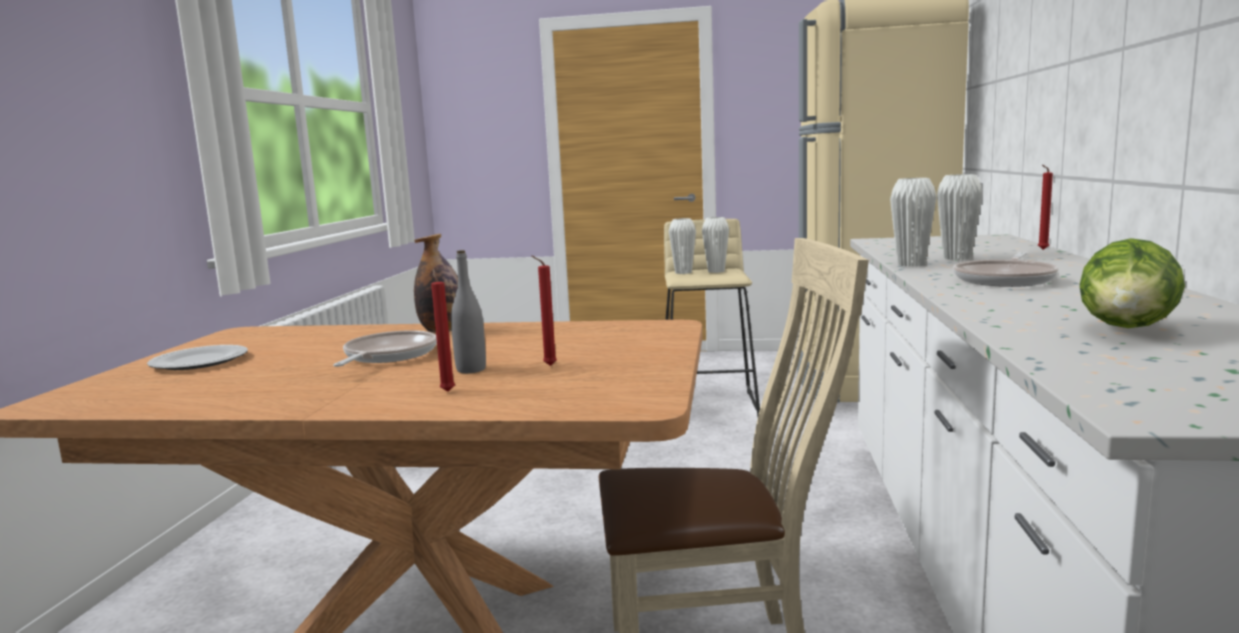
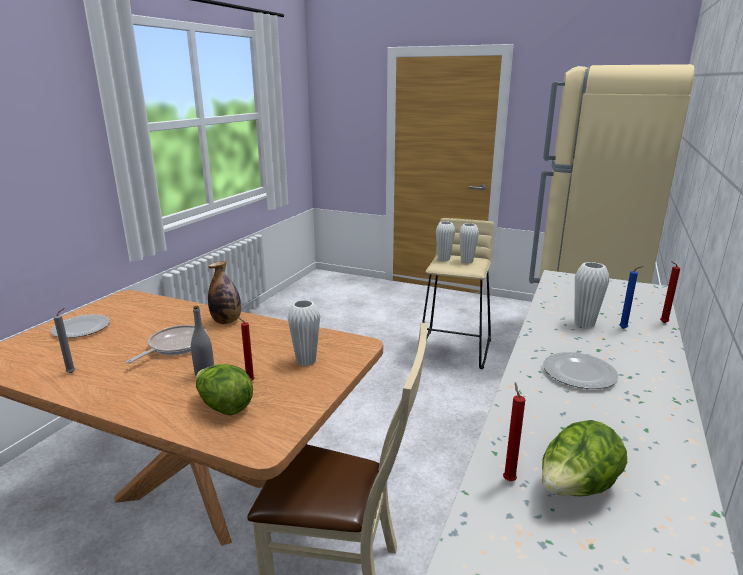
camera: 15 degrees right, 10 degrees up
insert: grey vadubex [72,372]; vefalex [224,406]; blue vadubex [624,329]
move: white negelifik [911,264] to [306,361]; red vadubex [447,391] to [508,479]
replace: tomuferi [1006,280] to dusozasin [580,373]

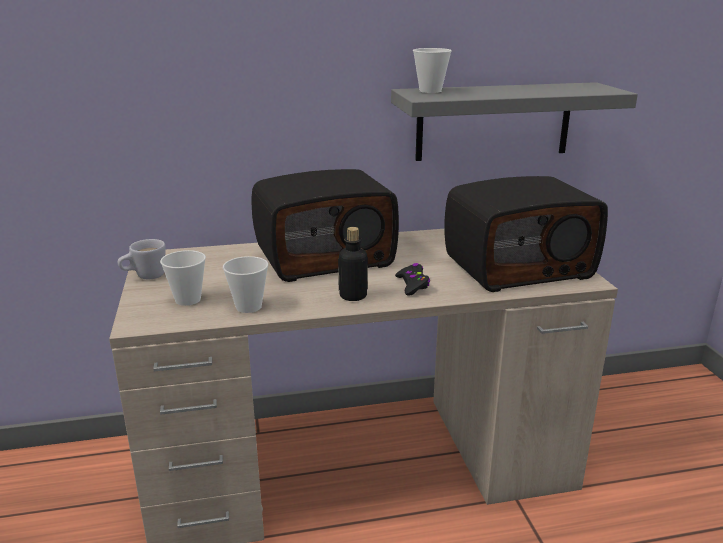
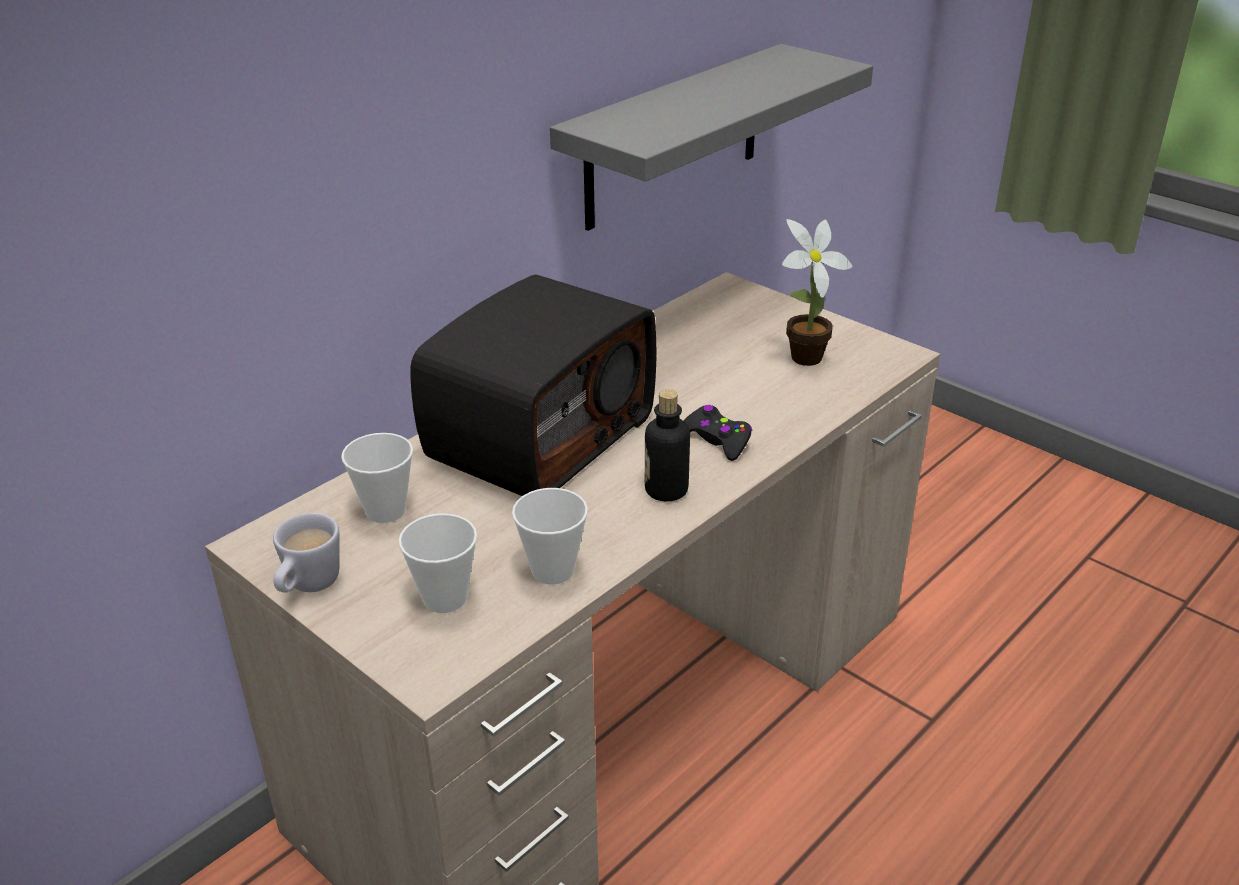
camera: 35 degrees left, 10 degrees up
move: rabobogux [430,91] to [385,511]
replace: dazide [517,267] to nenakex [801,359]

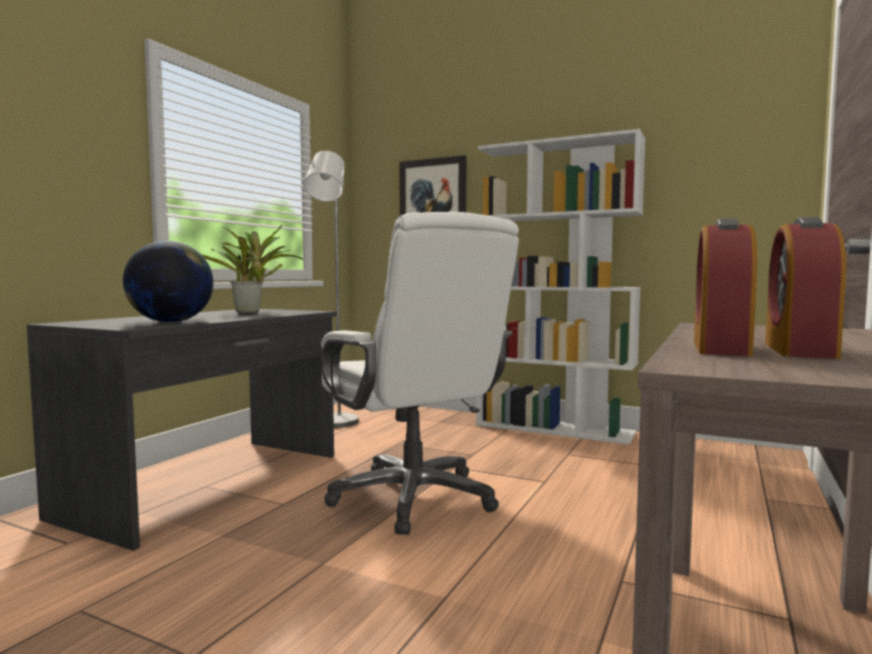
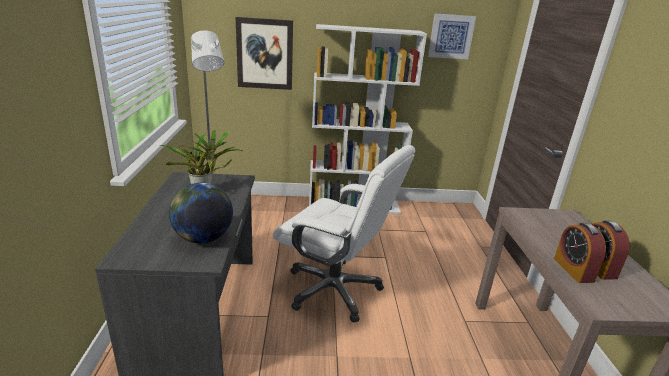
camera: 30 degrees left, 20 degrees up
insert: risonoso [451,36]

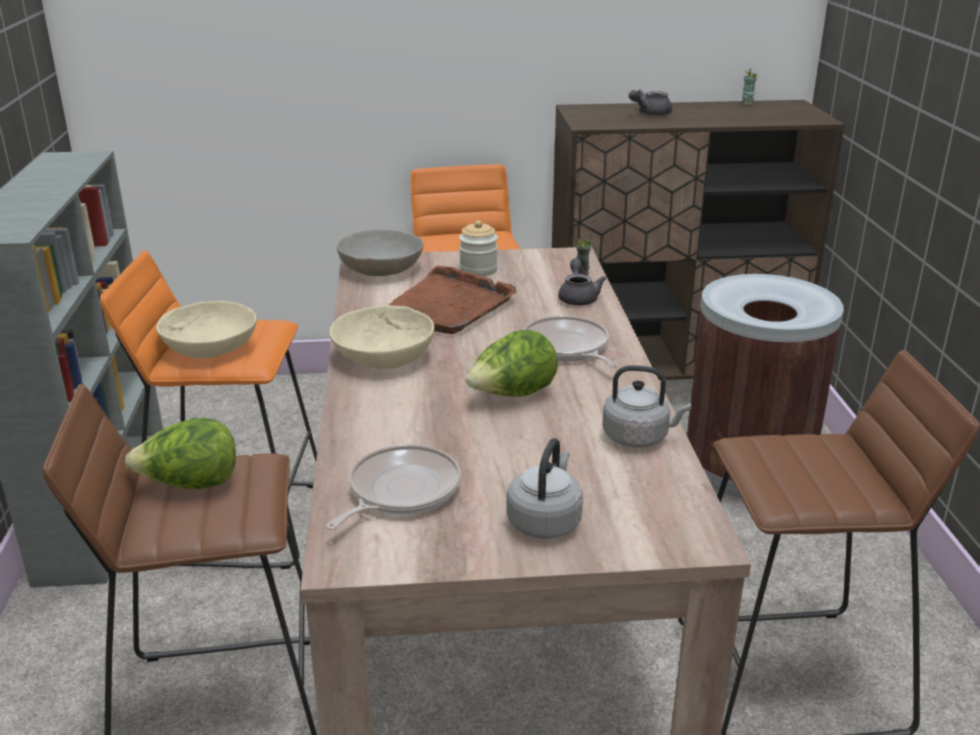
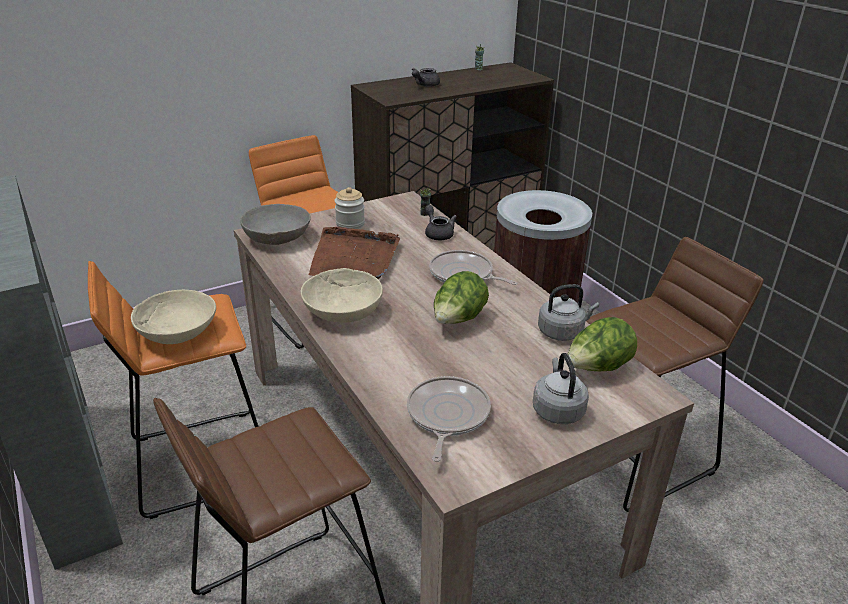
camera: 25 degrees left, 5 degrees up
move: vefalex [190,485] to [597,368]

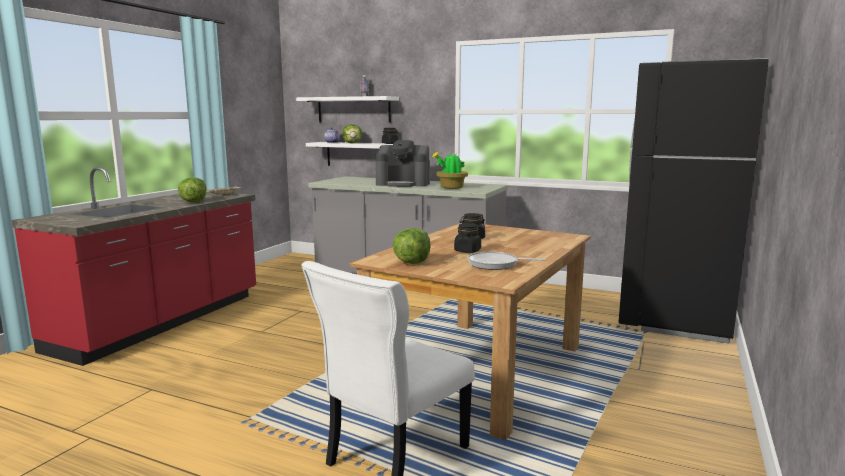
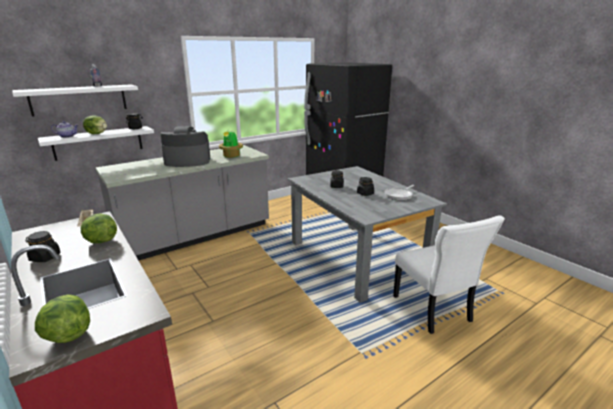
camera: 60 degrees left, 10 degrees up
insert: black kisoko [45,257]
move: vefalex [412,262] to [68,335]
recolor: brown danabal [480,370] to grey danabal [357,258]
rotate: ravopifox [403,184] = [187,161] 135 degrees counterclockwise

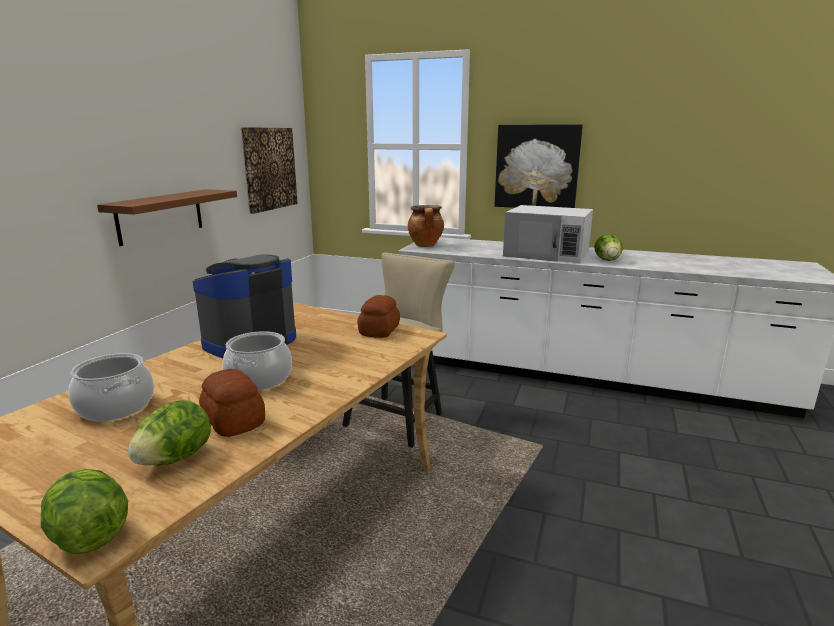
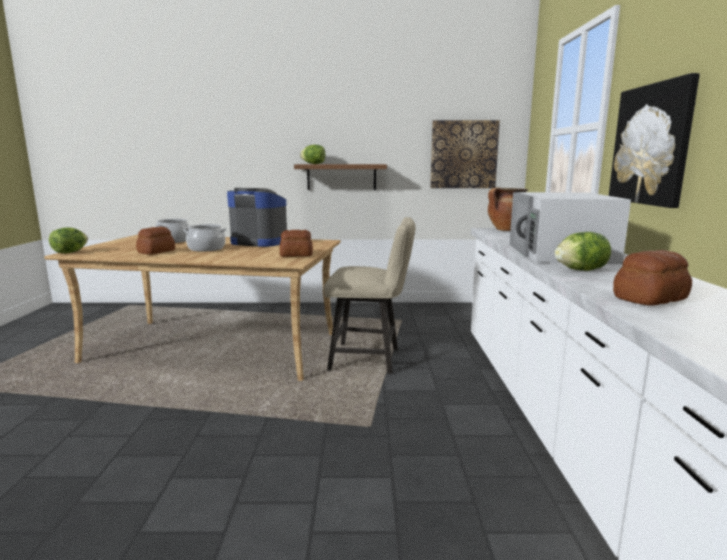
camera: 70 degrees right, 5 degrees down
insert: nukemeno [648,299]
move: vefalex [175,458] to [313,164]

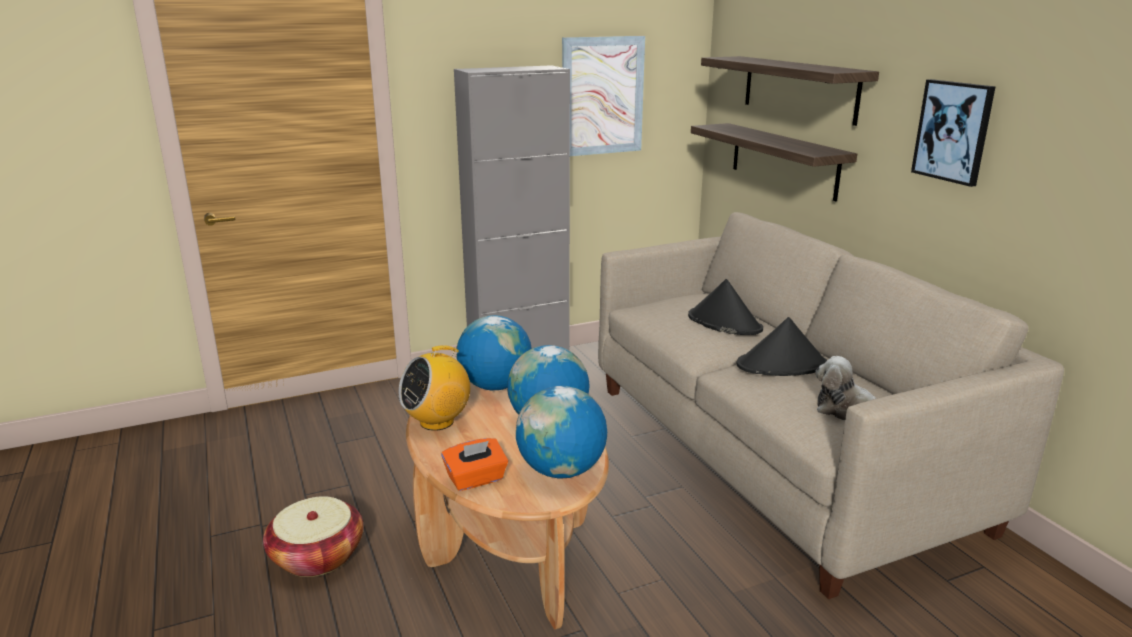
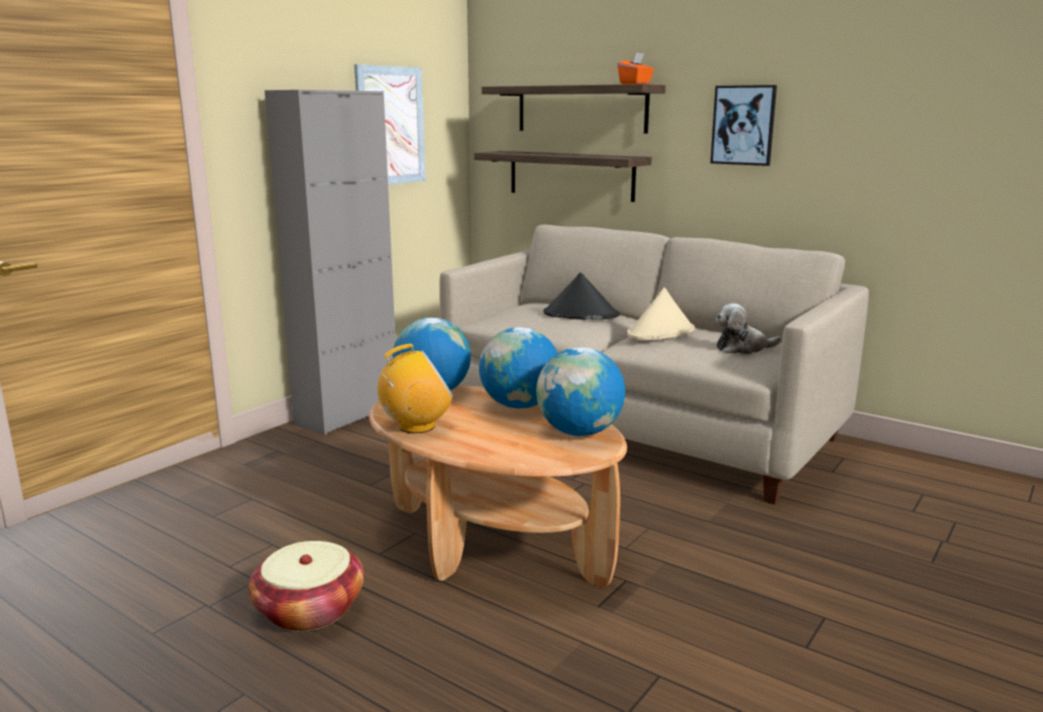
camera: 30 degrees left, 5 degrees down
move: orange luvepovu [476,479] to [635,84]
recolor: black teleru [782,365] to beige teleru [661,332]
rotate: dazide [437,421] = [416,426] 135 degrees counterclockwise

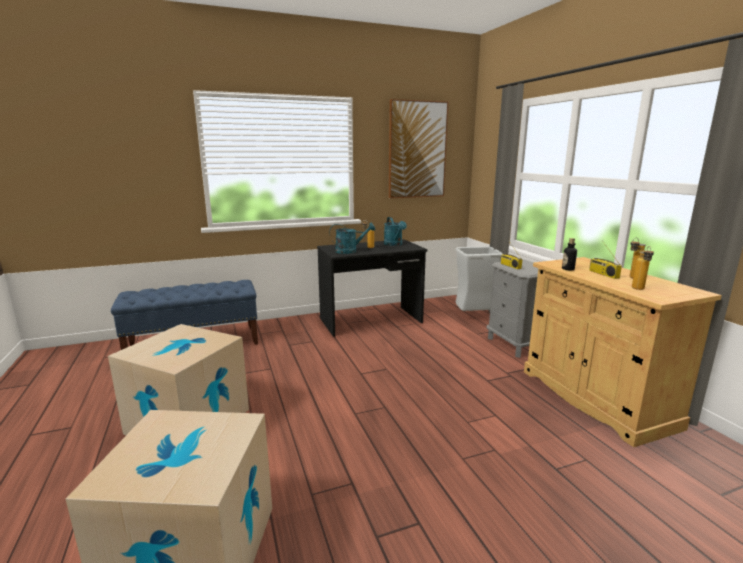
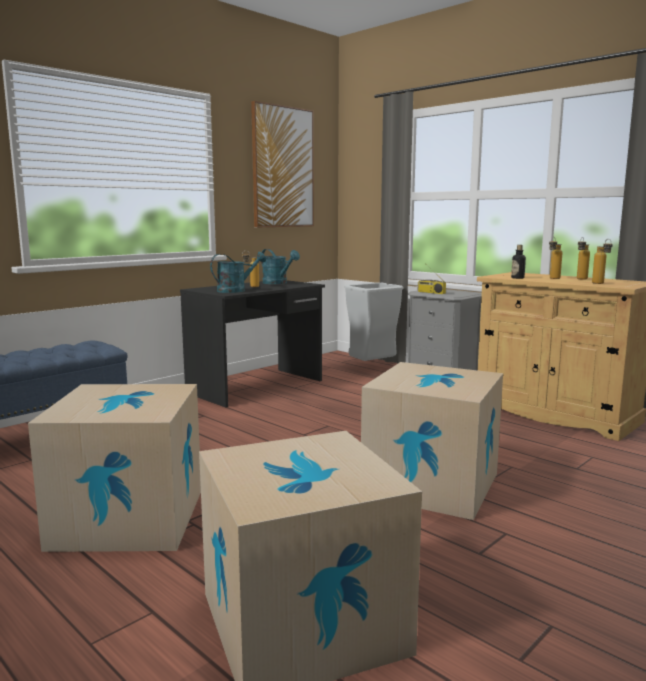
camera: 25 degrees left, 5 degrees down
insert: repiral [431,484]
replace: dazide [603,274] to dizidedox [552,278]

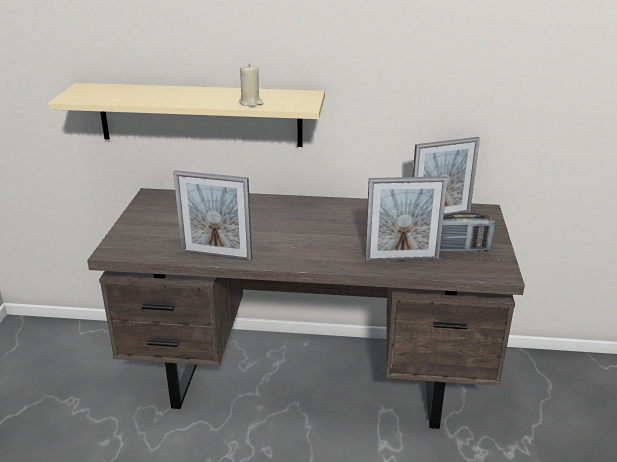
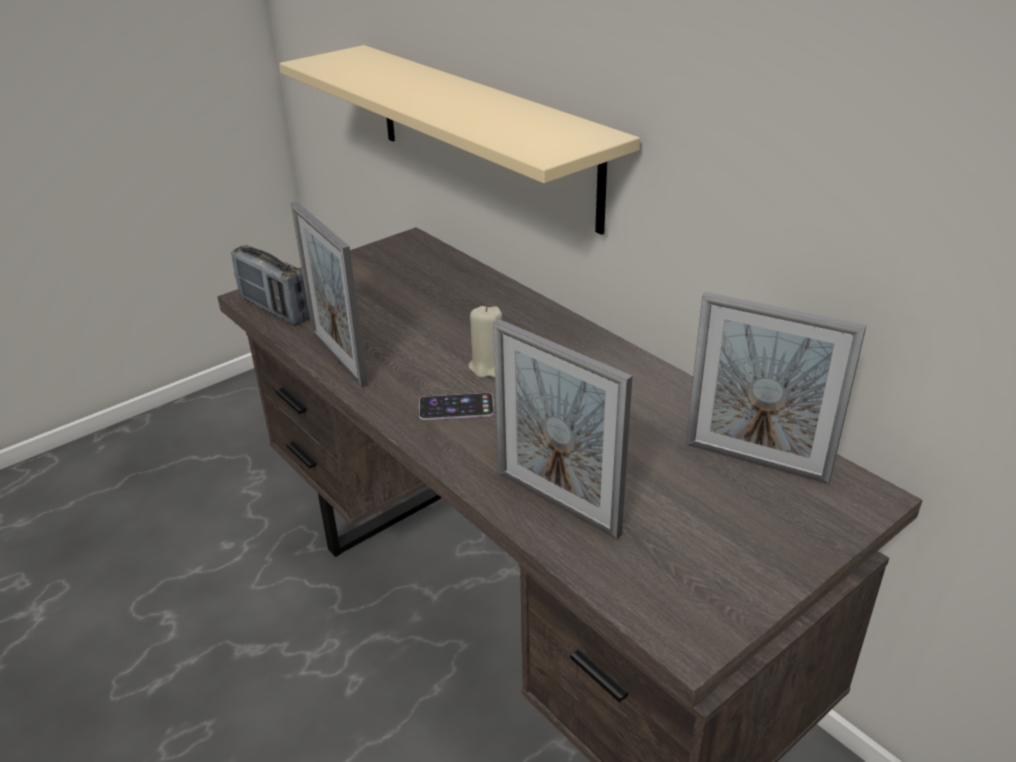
camera: 45 degrees right, 5 degrees up
insert: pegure [456,407]
move: dazide [459,249] to [275,309]; beige vadubex [251,103] to [489,367]

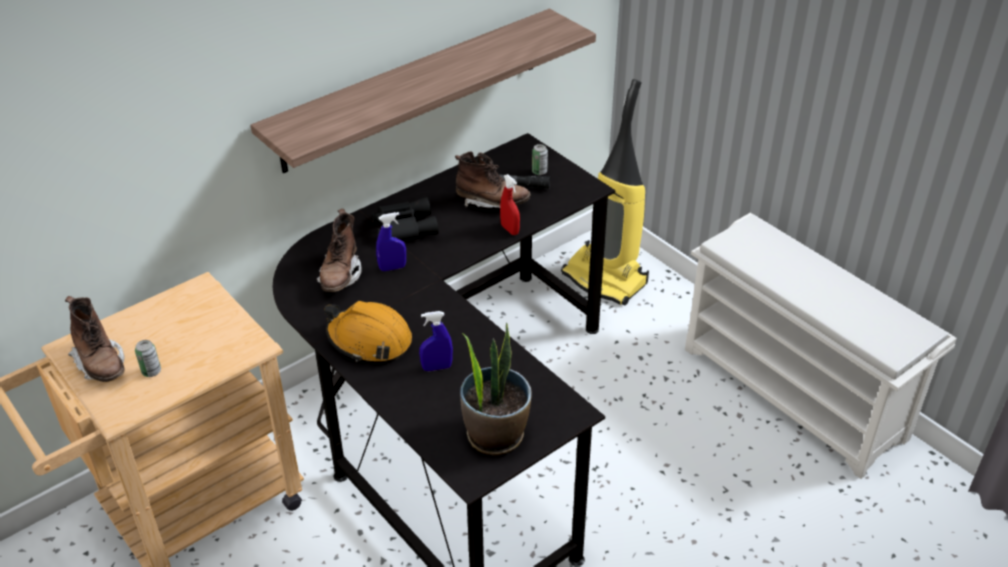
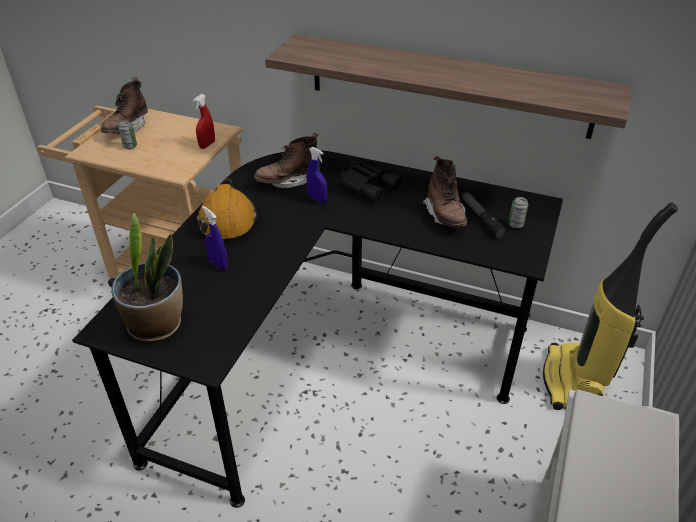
camera: 60 degrees right, 0 degrees up
move: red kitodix [510,229] to [207,145]

